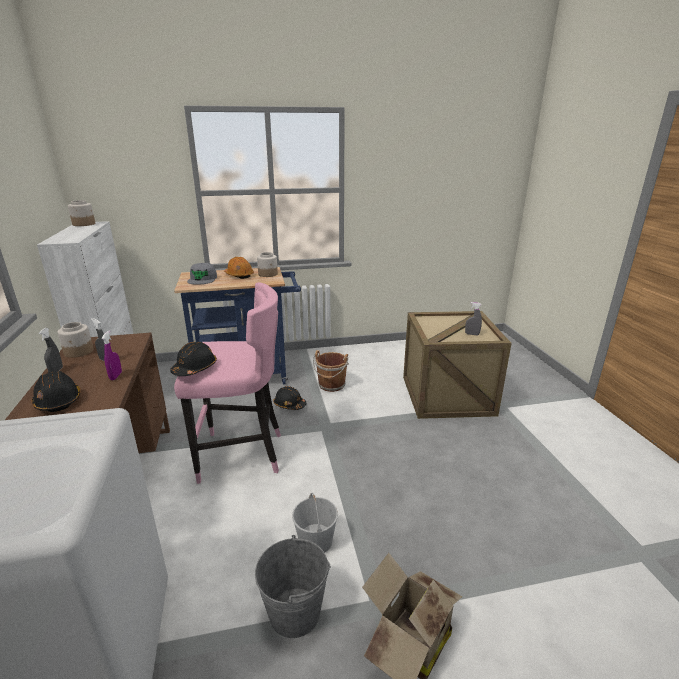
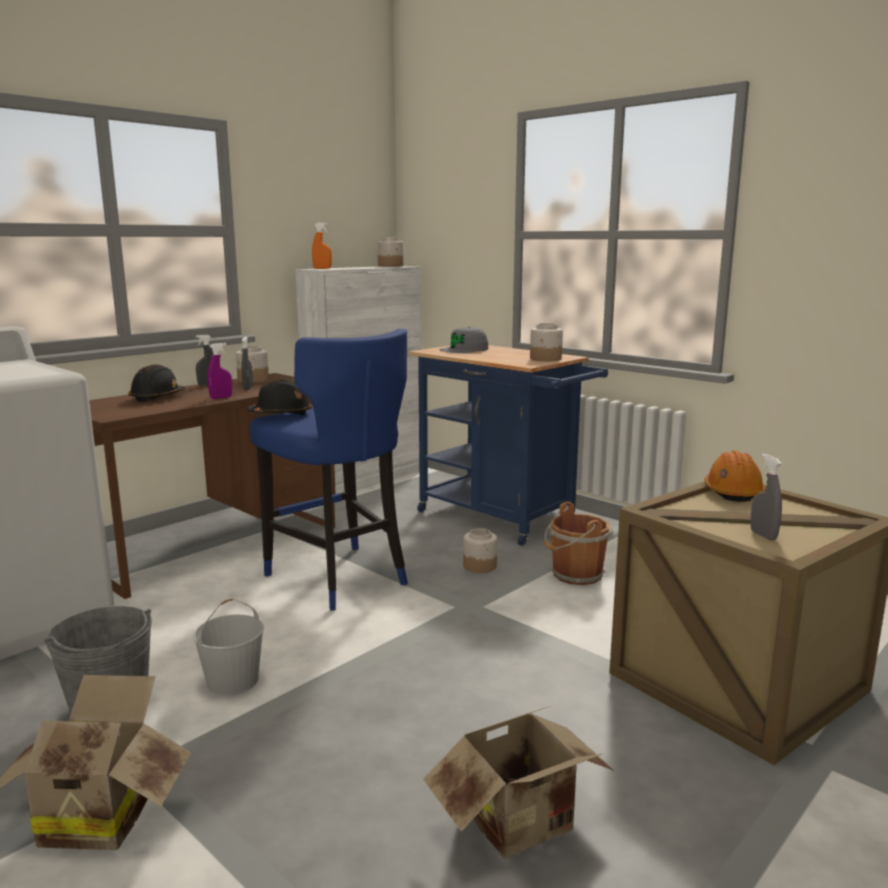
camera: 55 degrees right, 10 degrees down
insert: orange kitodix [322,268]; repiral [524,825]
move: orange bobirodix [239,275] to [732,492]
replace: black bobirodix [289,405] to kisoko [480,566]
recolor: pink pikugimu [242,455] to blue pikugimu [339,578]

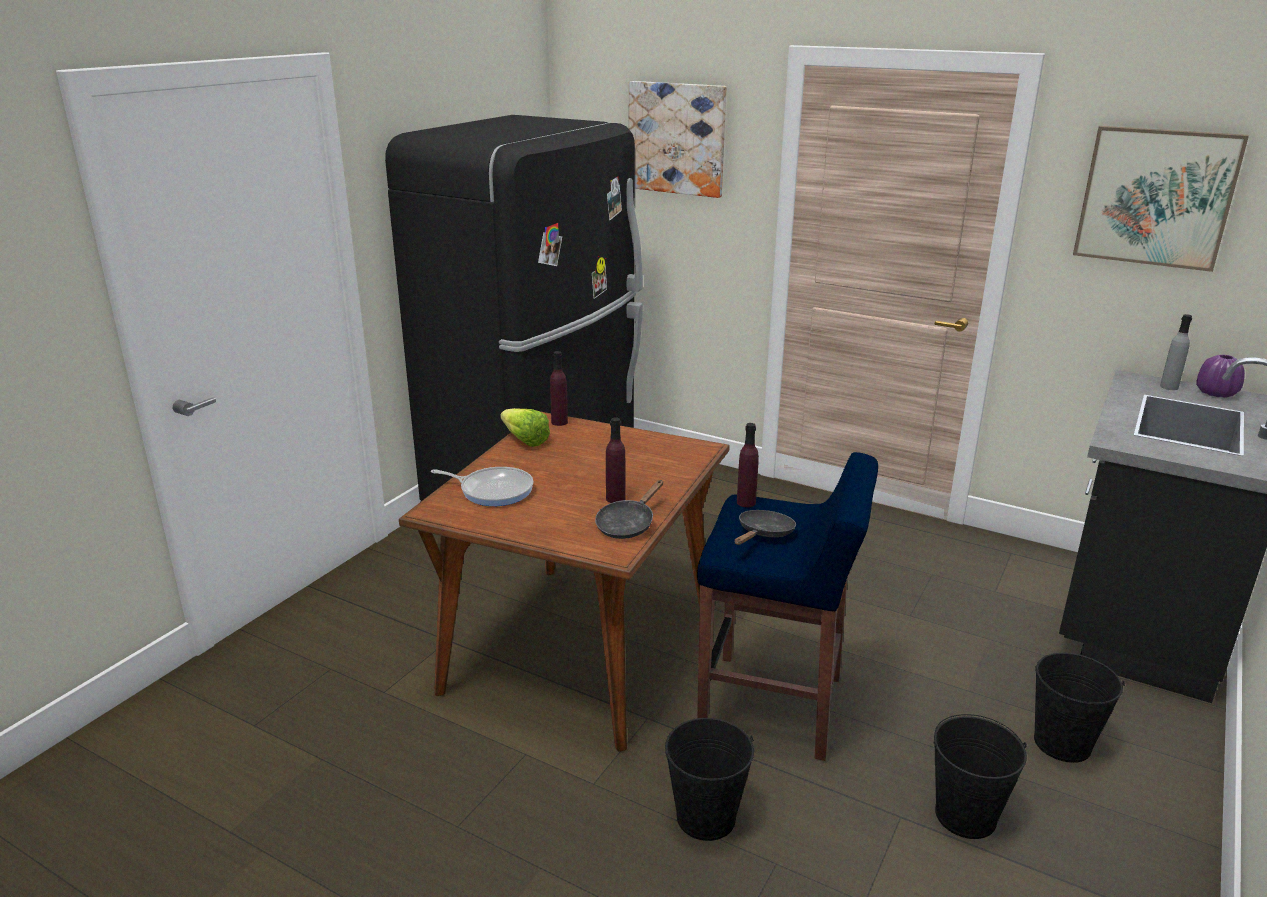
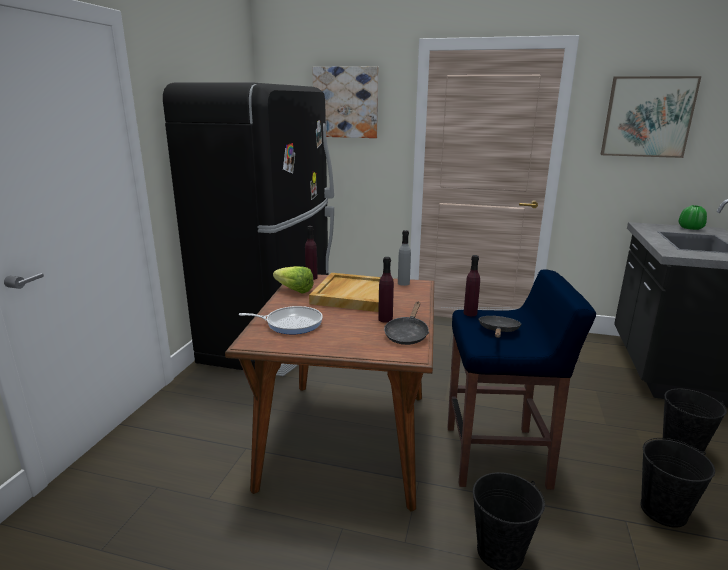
camera: 15 degrees left, 5 degrees down
insert: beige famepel [352,294]
move: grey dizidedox [1169,387] to [403,283]
recolor: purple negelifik [1216,393] to green negelifik [690,228]

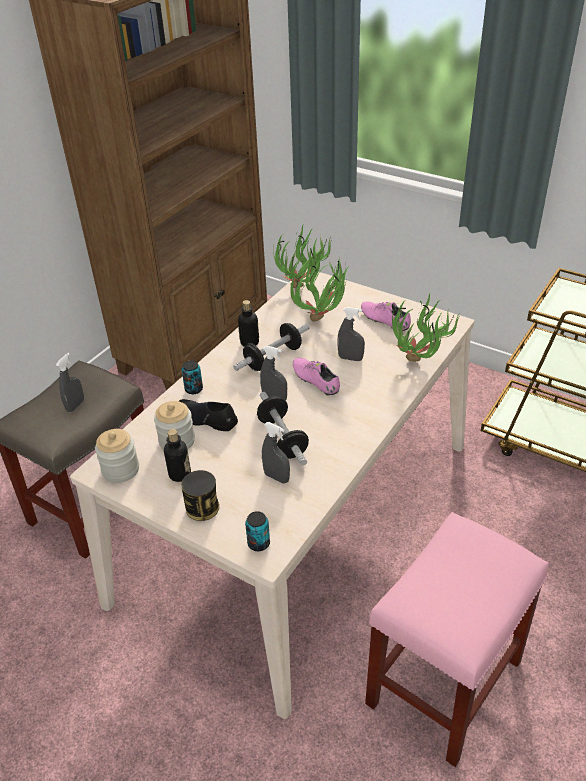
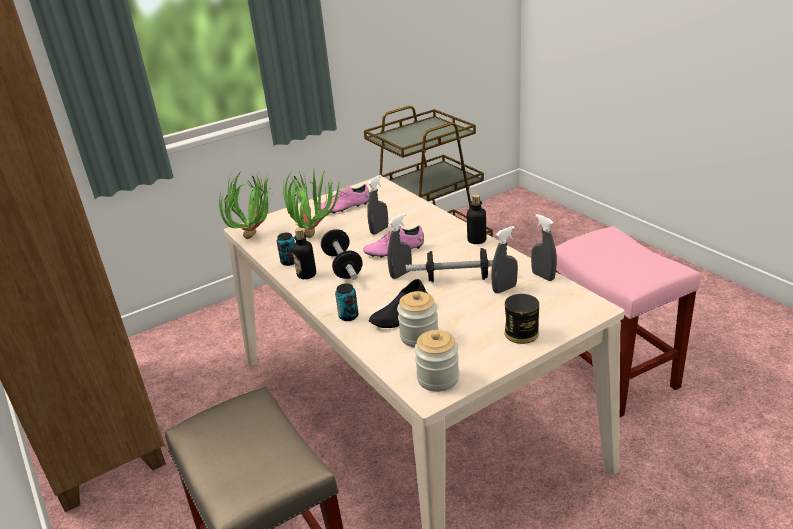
camera: 65 degrees left, 10 degrees down
delete: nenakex [419,365]
move: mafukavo [258,543] to [289,262]; dizidedox [180,474] to [476,240]; grey kitodix [75,405] to [543,276]

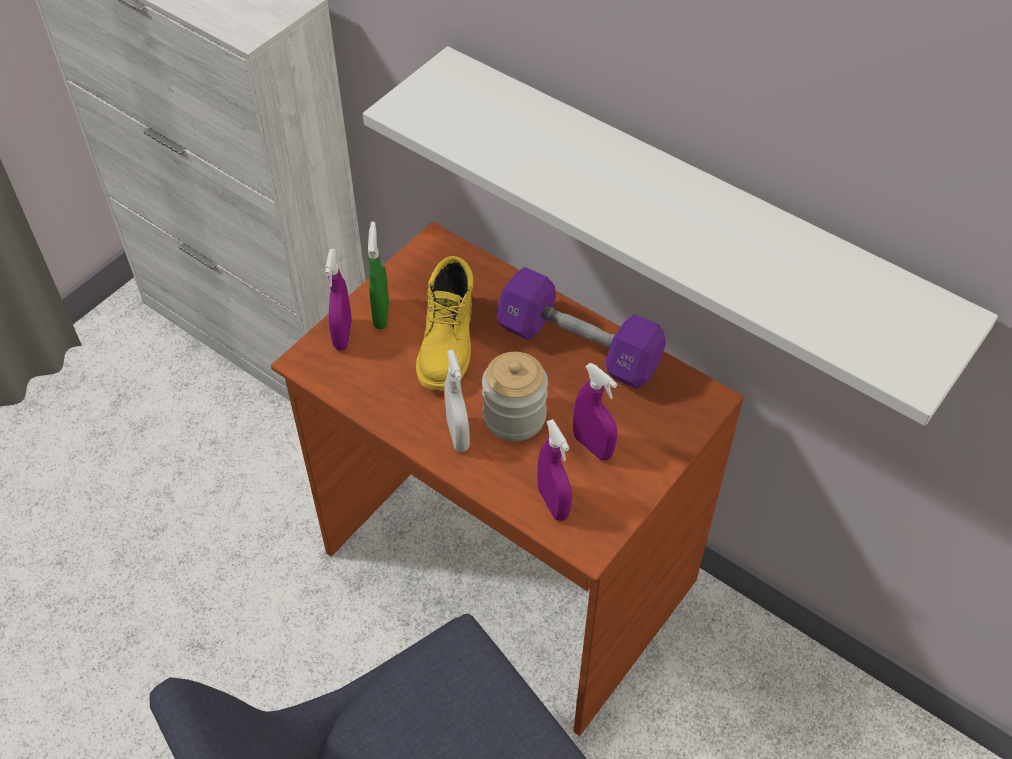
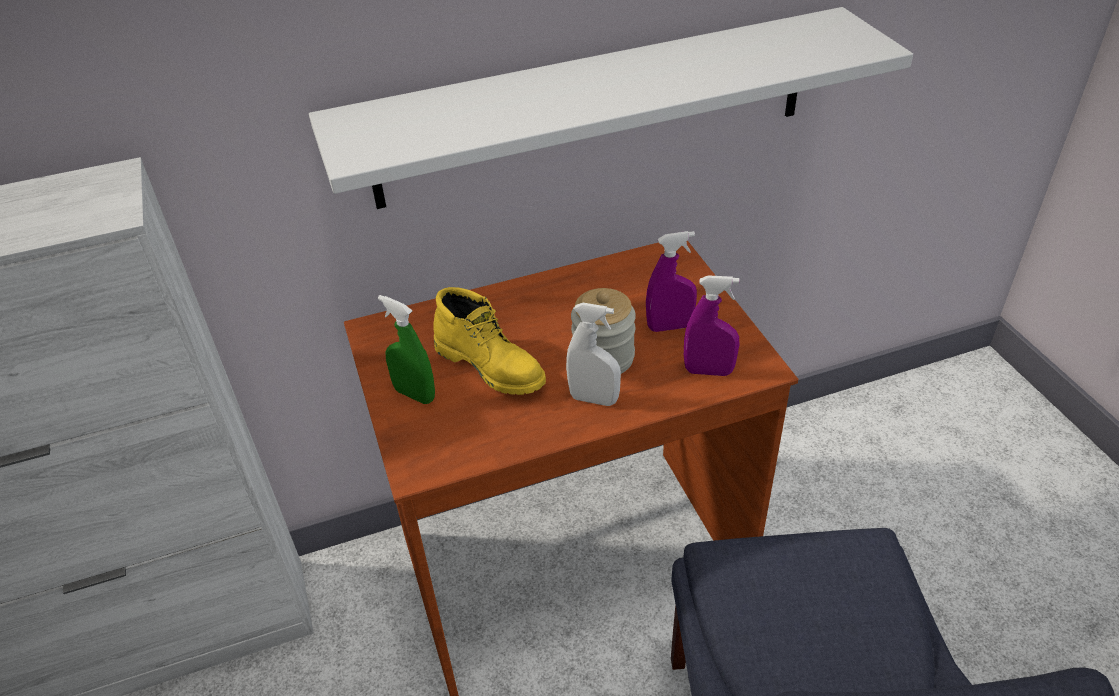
camera: 55 degrees left, 10 degrees down
delete: purple kitodix [343,335]; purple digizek [578,347]

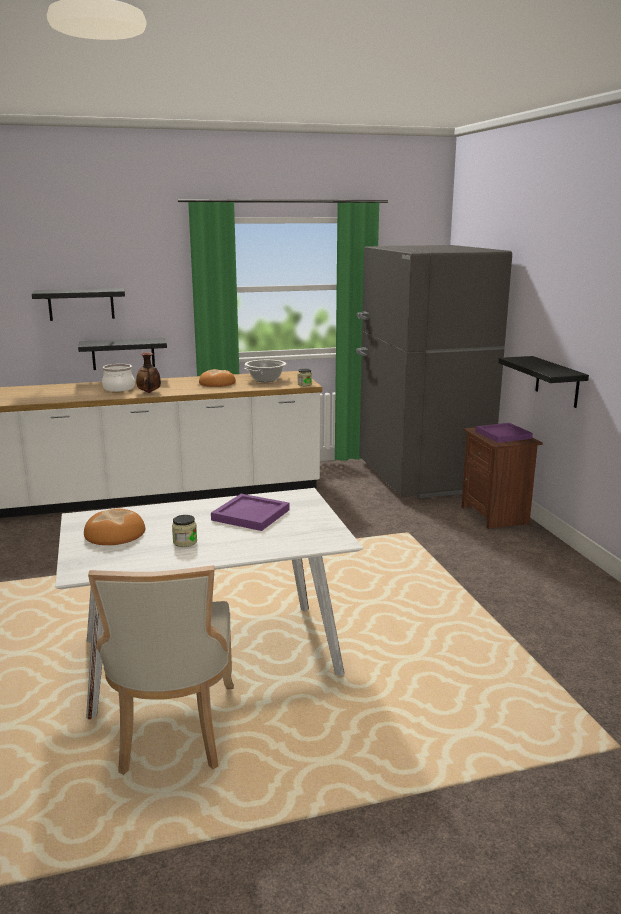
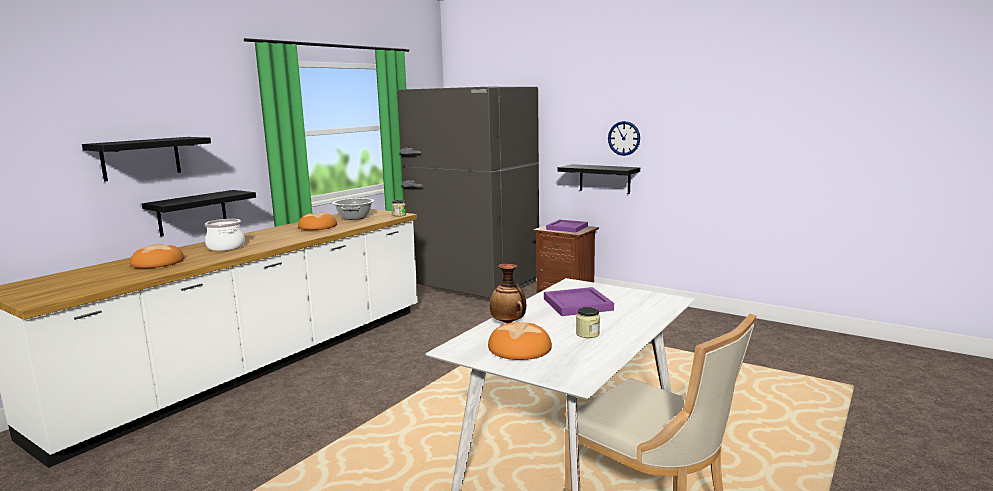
camera: 40 degrees left, 5 degrees down
insert: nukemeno [157,263]; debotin [624,138]
move: negelifik [149,392] to [508,323]

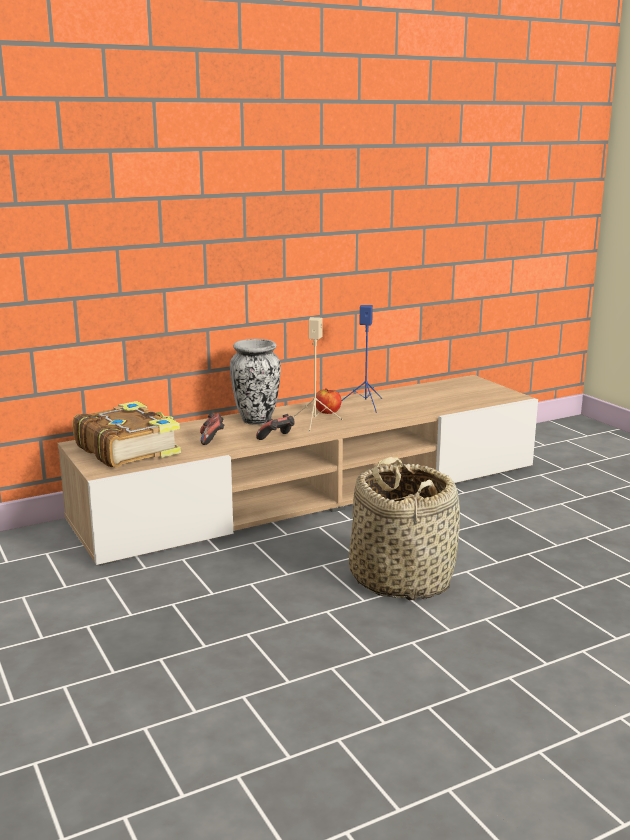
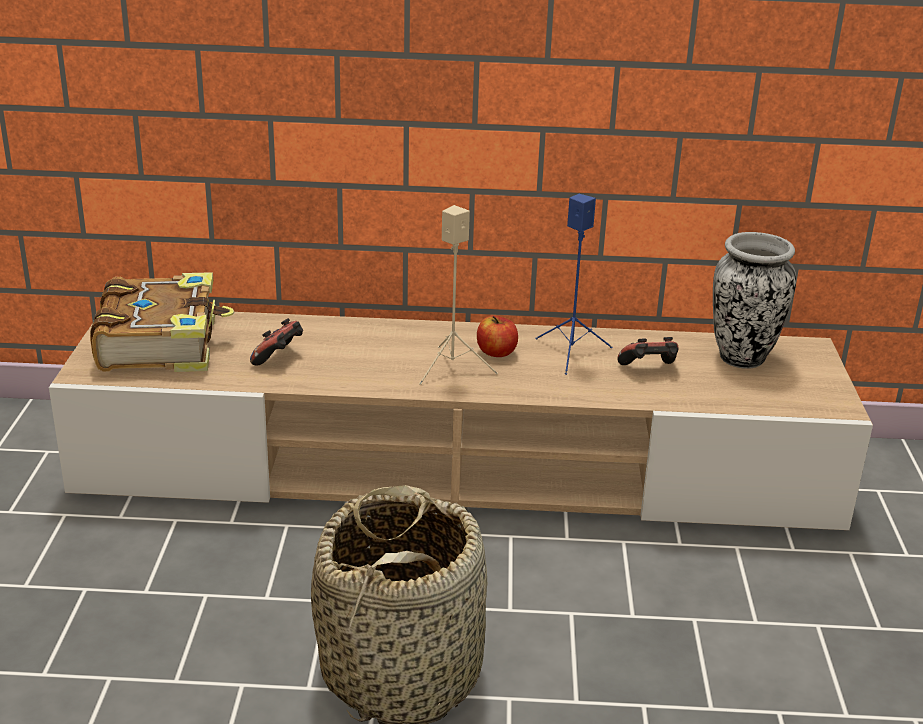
camera: 30 degrees right, 10 degrees up
move: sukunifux [277,439] to [649,369]; negelifik [256,420] to [742,358]

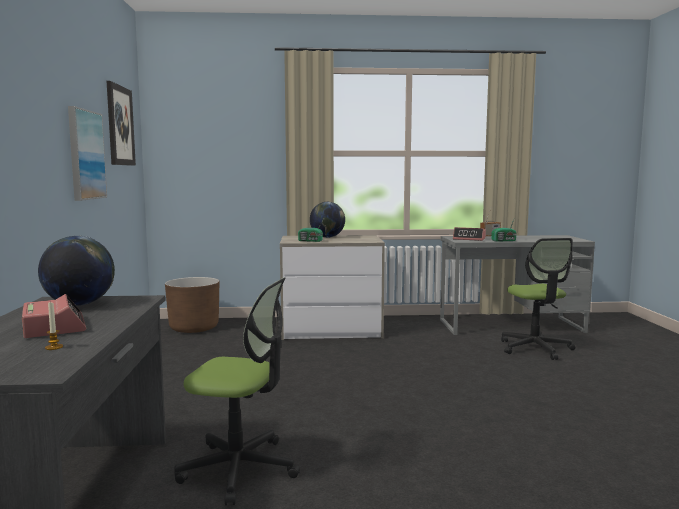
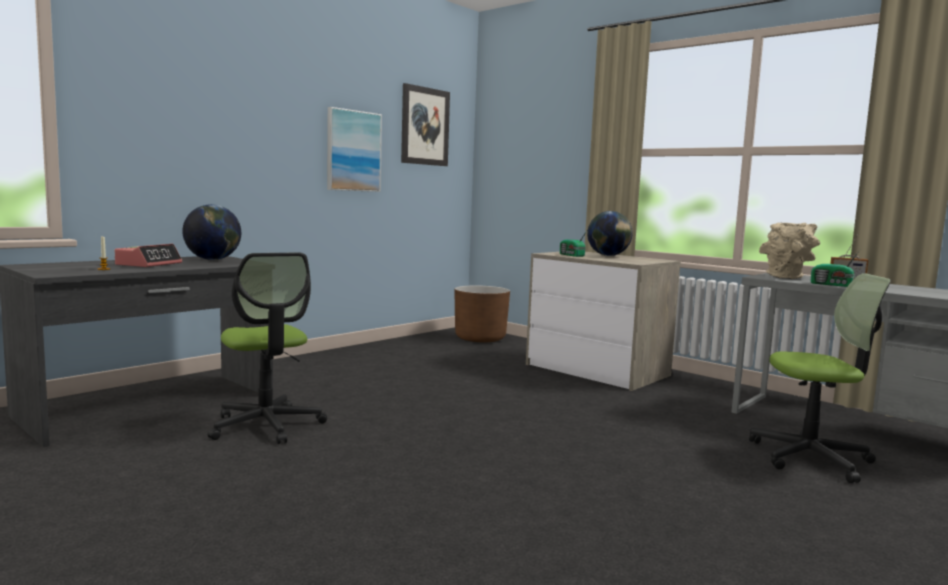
camera: 45 degrees right, 0 degrees up
replace: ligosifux [469,239] to beige negelifik [788,277]
rotate: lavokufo [535,348] = [810,457] 120 degrees counterclockwise

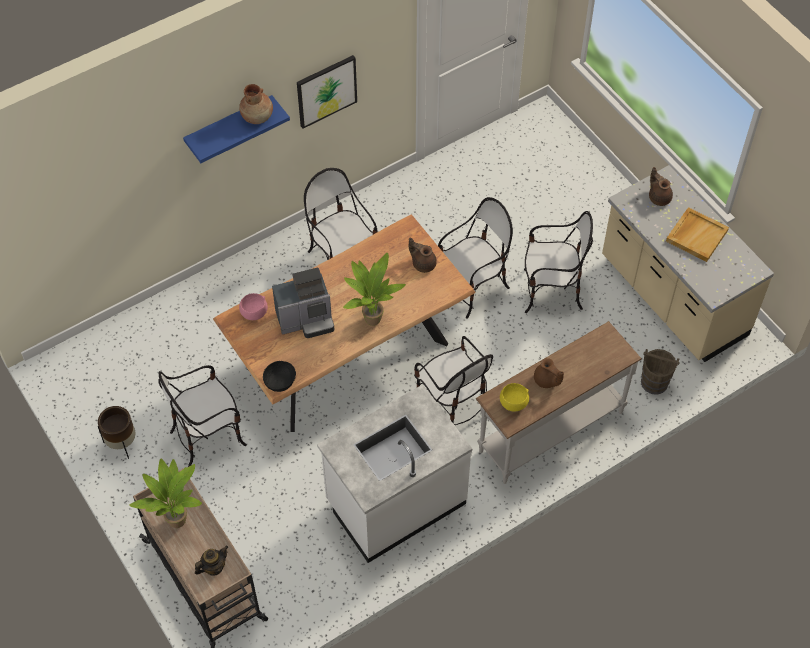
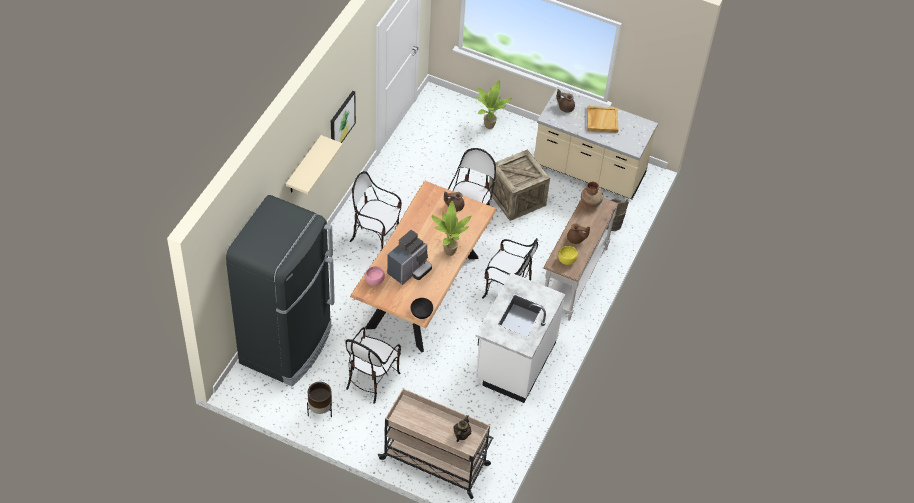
camera: 35 degrees left, 5 degrees down
insert: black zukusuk [287,345]
move: nenakex [177,519] to [488,125]; brown negelifik [257,117] to [591,202]
replace: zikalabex [551,291] to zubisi [517,198]
recolor: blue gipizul [229,126] to beige gipizul [304,166]

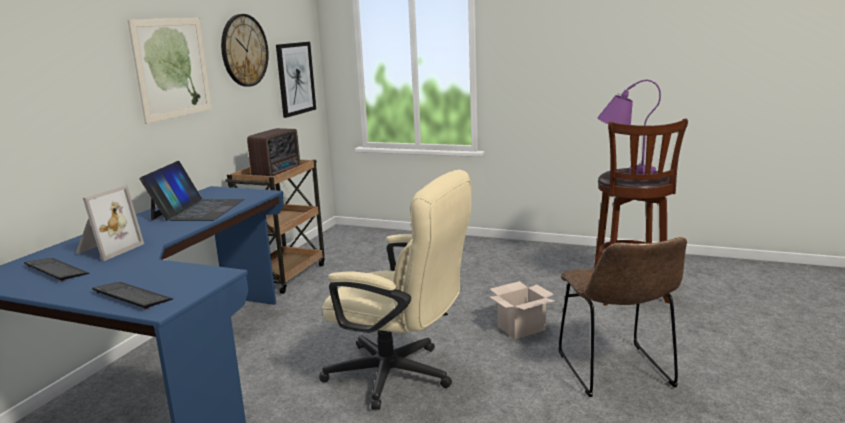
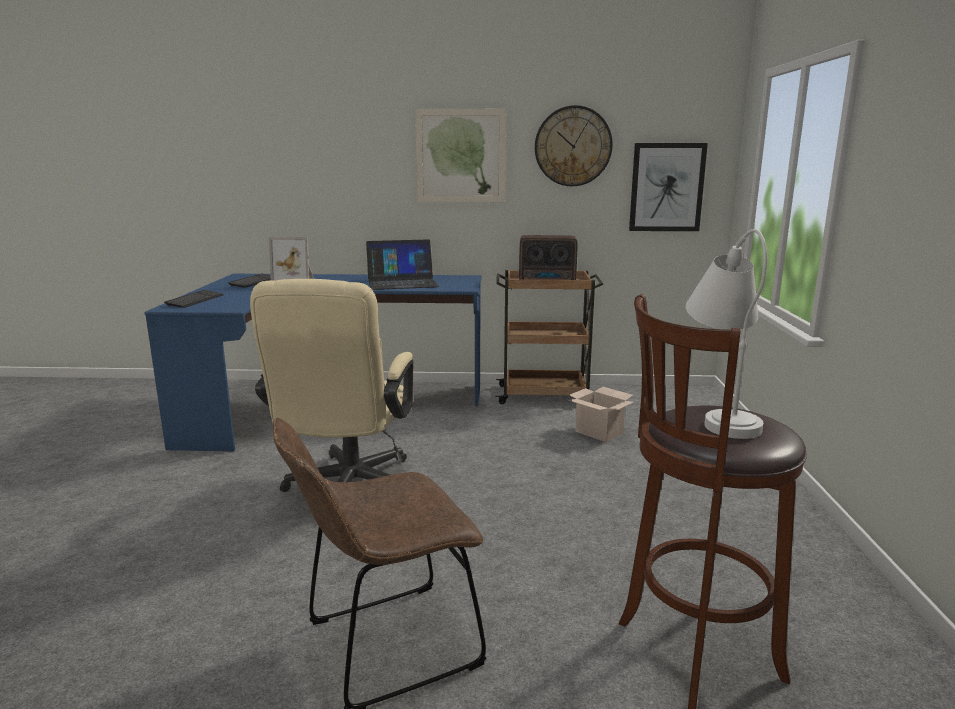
camera: 70 degrees right, 0 degrees up
move: repiral [521,328] to [600,432]
recolor: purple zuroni [623,171] to white zuroni [720,413]

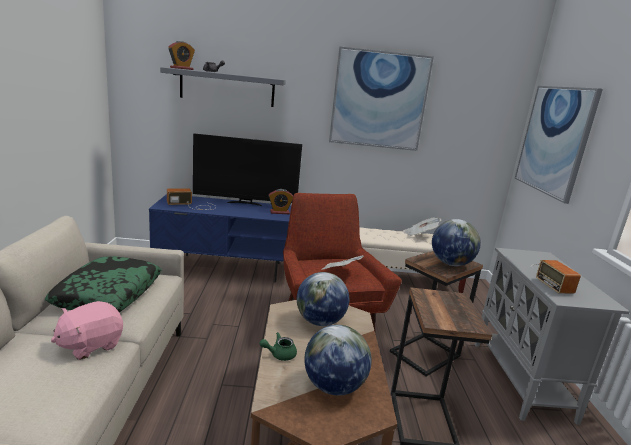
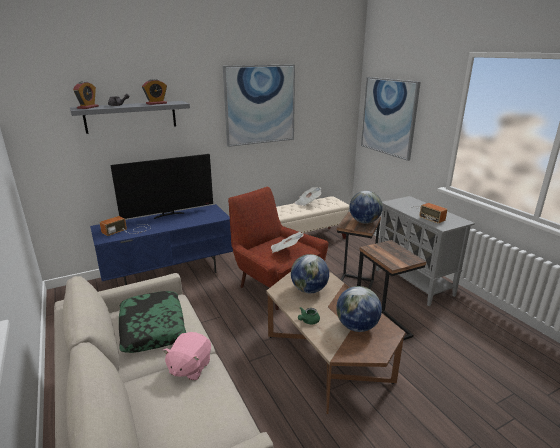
camera: 25 degrees left, 5 degrees up
move: ligosifux [279,212] to [156,103]

